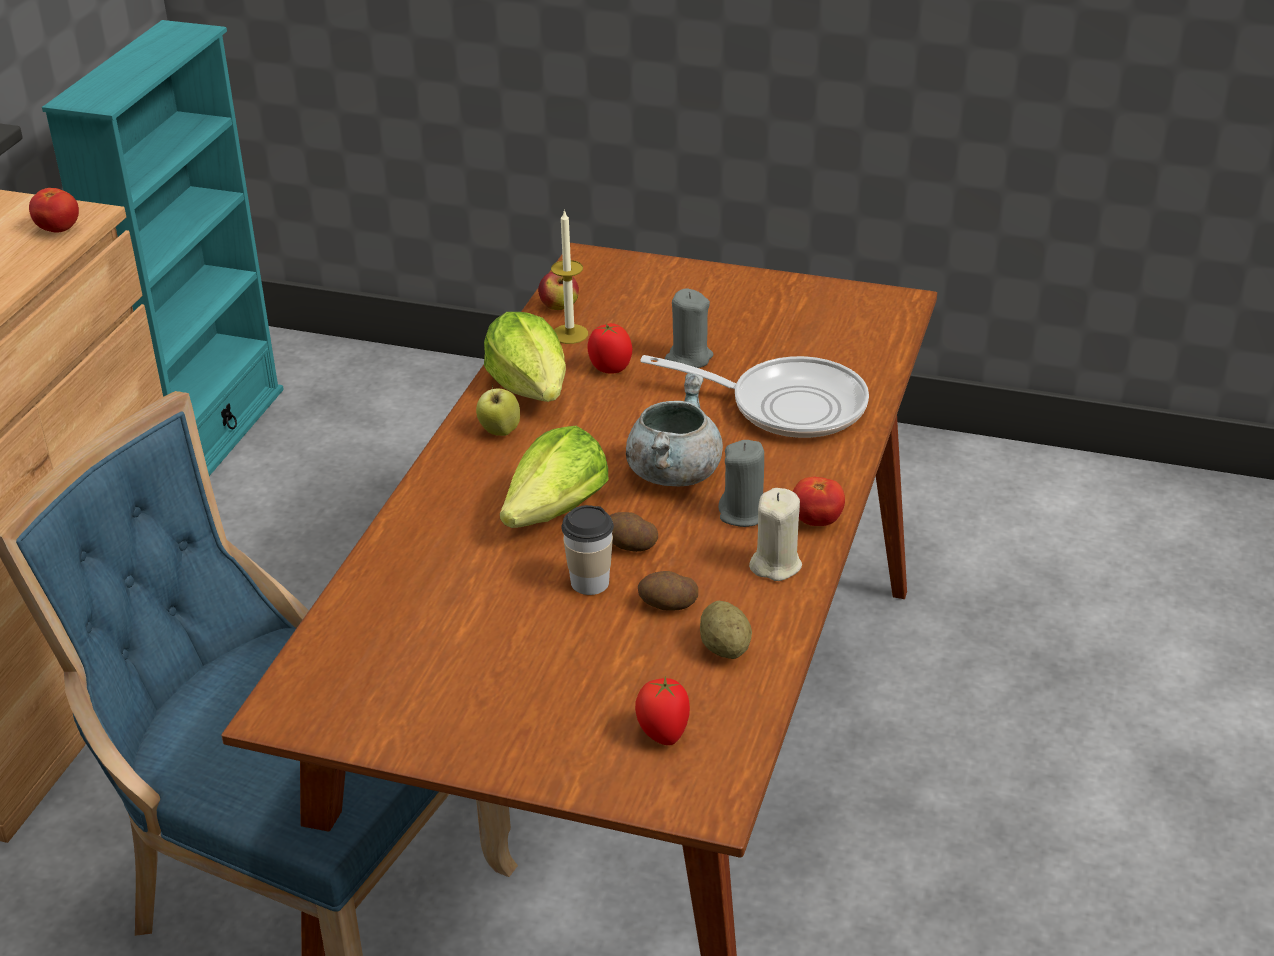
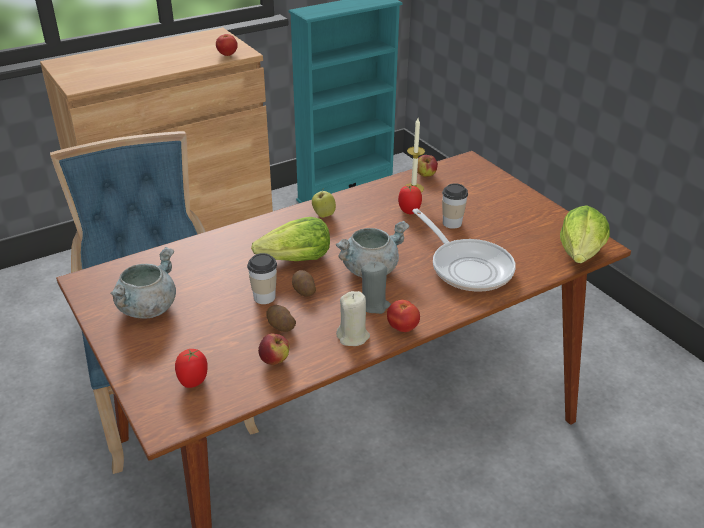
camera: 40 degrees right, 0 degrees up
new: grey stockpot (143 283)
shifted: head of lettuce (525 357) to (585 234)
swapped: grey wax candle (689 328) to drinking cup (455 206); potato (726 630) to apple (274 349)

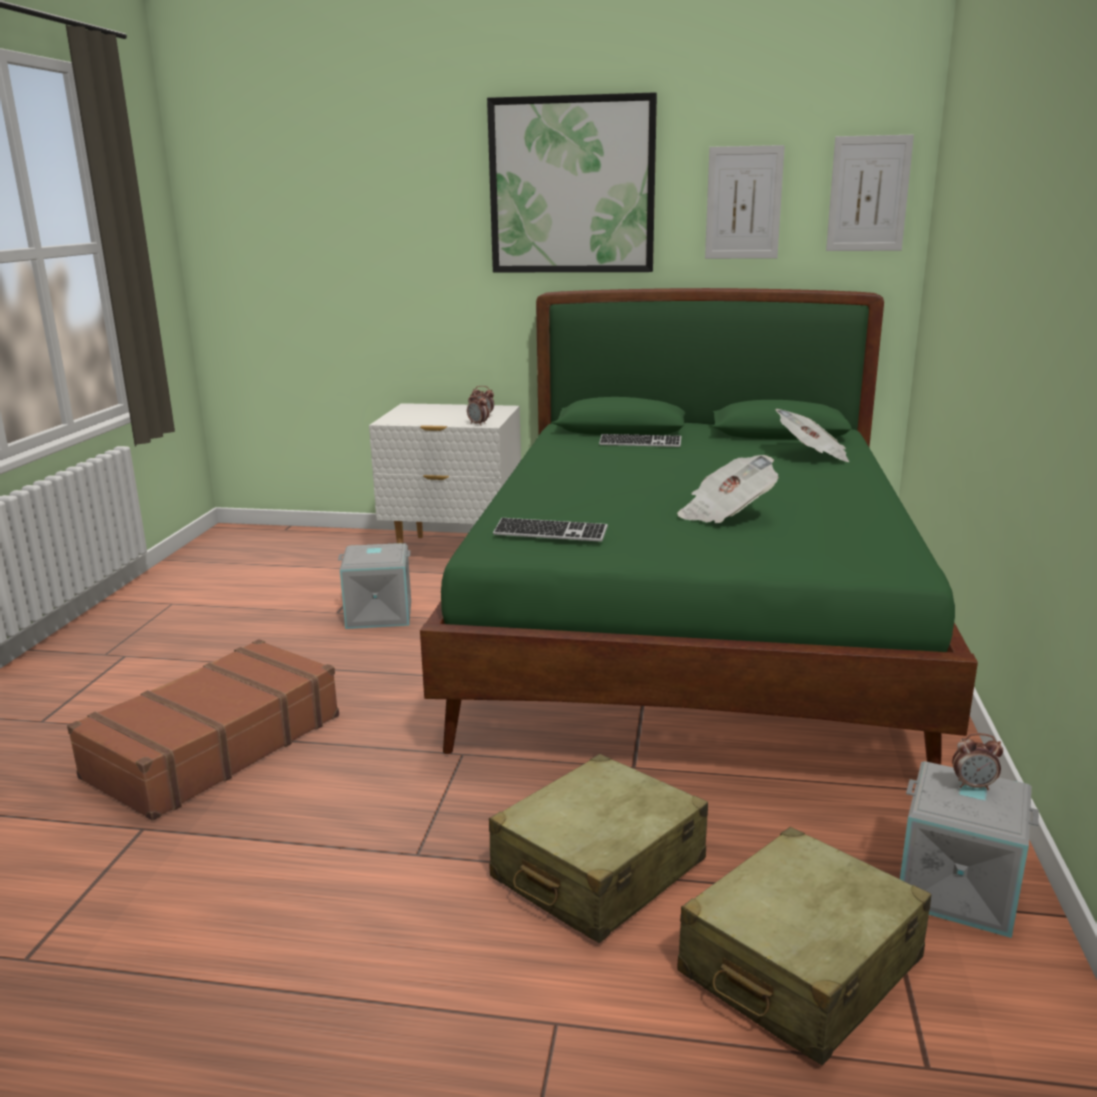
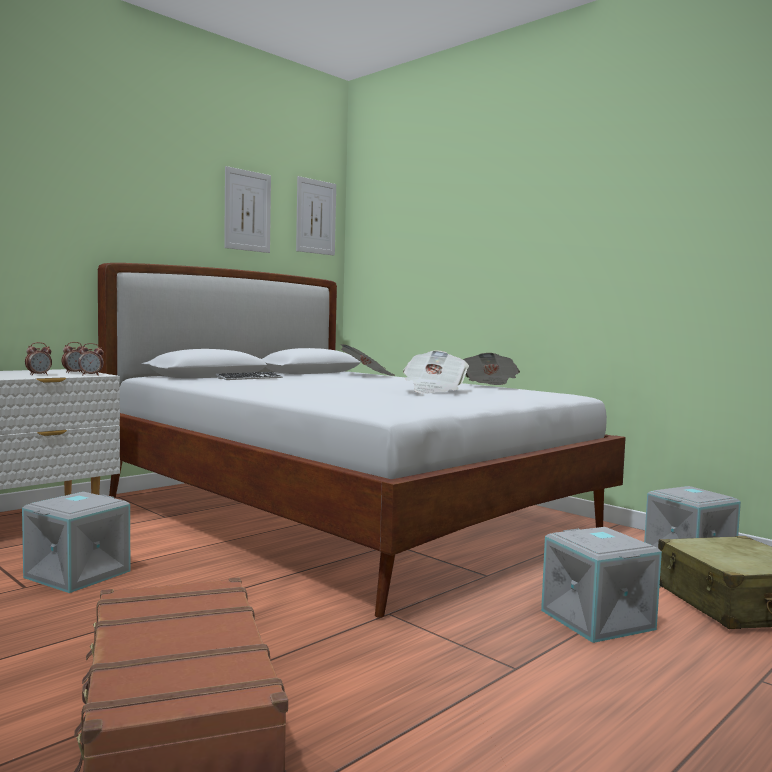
camera: 55 degrees left, 15 degrees down
gone: picture (572 182); keyboard (550 530)
new: newspaper (491 369)
shifted: alarm clock (977 761) to (38 358)
swapped: sand-coloured piece of luggage (598 848) to grey storage container (601 585)
repainted: green-coloured sleeping bed (699 526) to whitish sleeping bed (362 440)

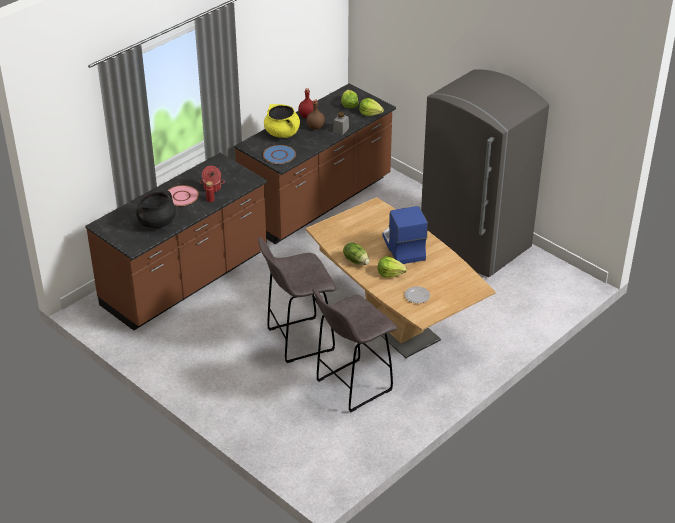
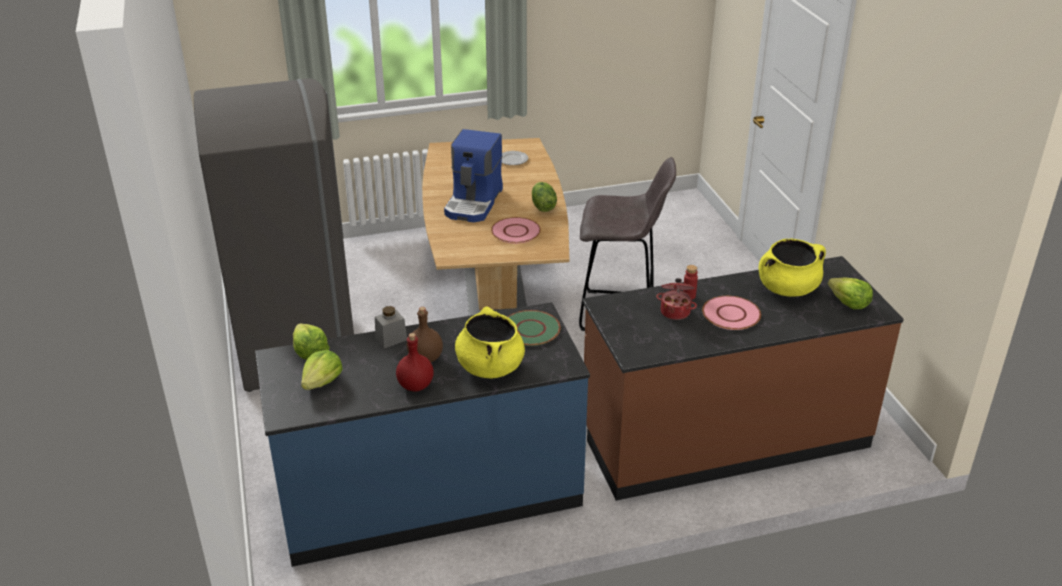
camera: 150 degrees left, 5 degrees down
gone: grey stool seat (354 350)
new: pinkish flat dish (516 230)
shifted: head of lettuce (392 267) to (850 293)
repainted: black stockpot (156 209) to yellowish stockpot (792 267); brownish counter (315 164) to blue-coloured counter (422 434); blue-coloured flat dish (279 154) to green-coloured flat dish (534 328)

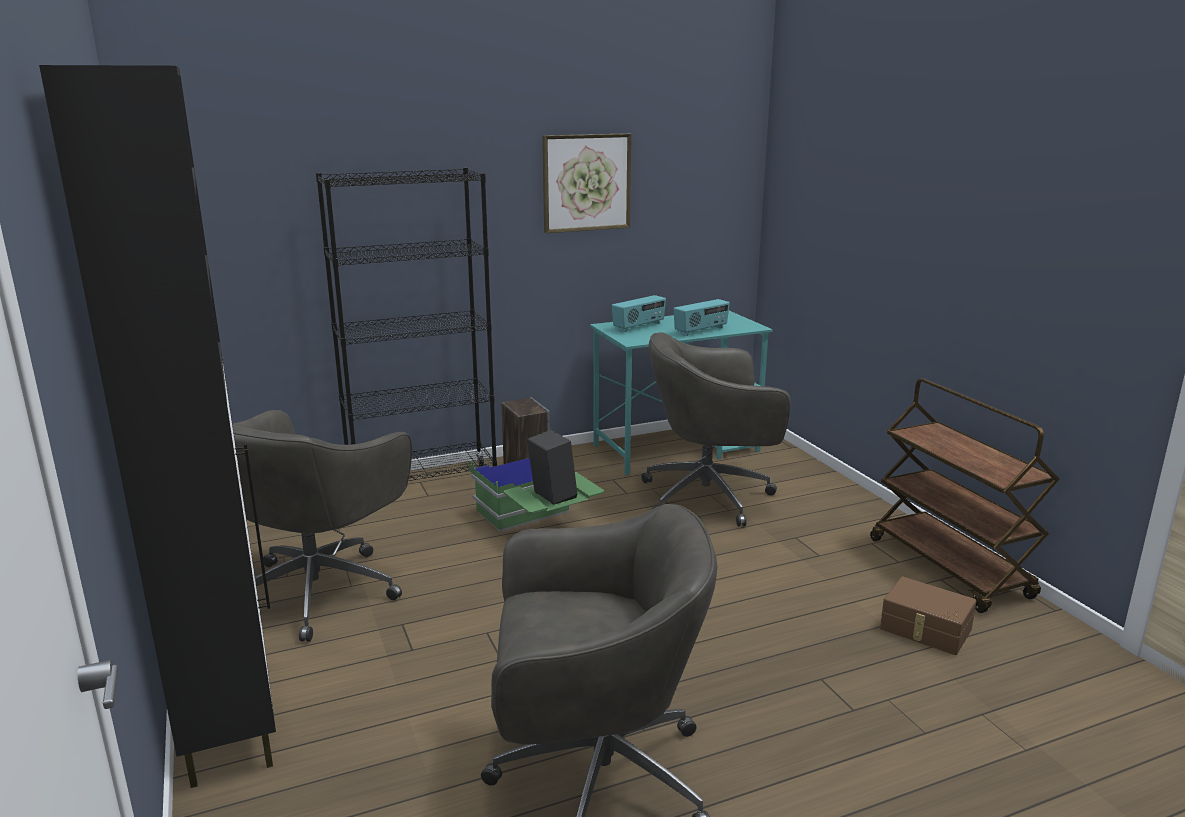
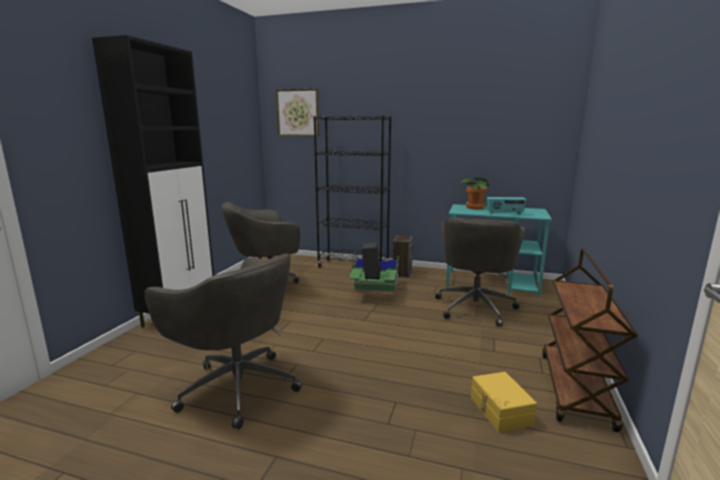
camera: 40 degrees right, 5 degrees down
shifted: picture (587 183) to (297 112)
swapped: radio set (639 313) to potted plant (475 194)
repainted: brownish storage container (928 615) to yellowish storage container (504 402)
rotated: grey computer chair (716 429) = (480 272) 105 degrees counterclockwise

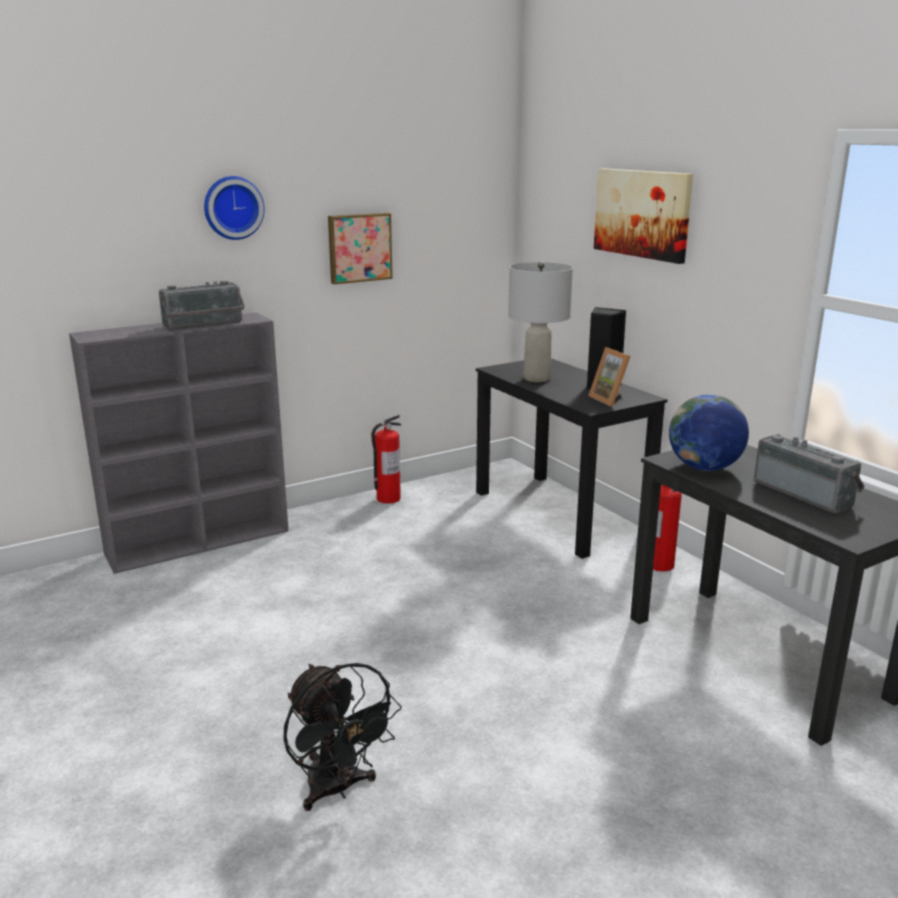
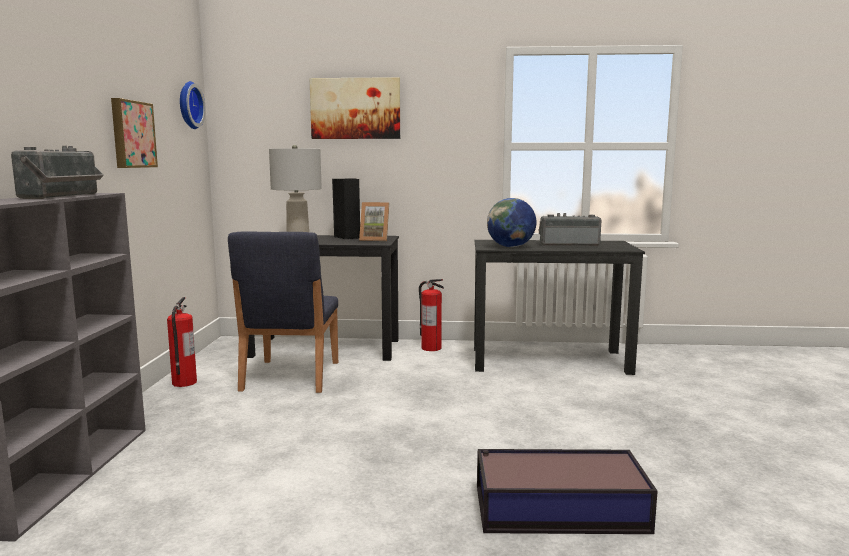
camera: 55 degrees left, 10 degrees down
new: blue-coloured chair (283 312)
shifted: wall clock (234 208) to (193 105)
swapped: black fan (343 737) to storage container (567 491)

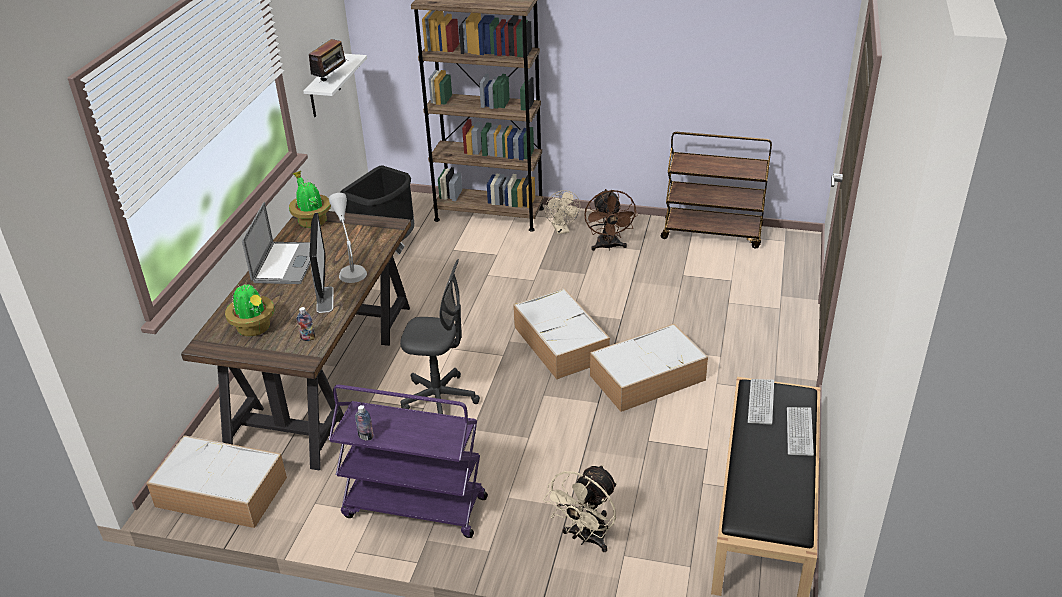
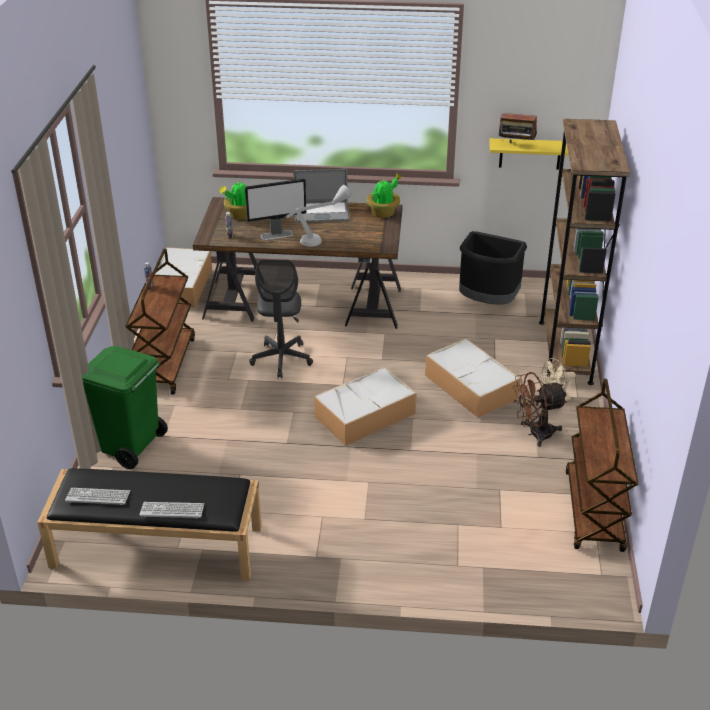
camera: 80 degrees right, 0 degrees up
shifted: storage container (649 368) to (473 378); keyboard (761 402) to (97 496)
swapped: sand-coloured fan (580 508) to green-coloured waste bin (125 407)
repainted: whitish wall shelf (335 85) to yellowish wall shelf (529 154); purplish cart (408 461) to brownish cart (160 322)

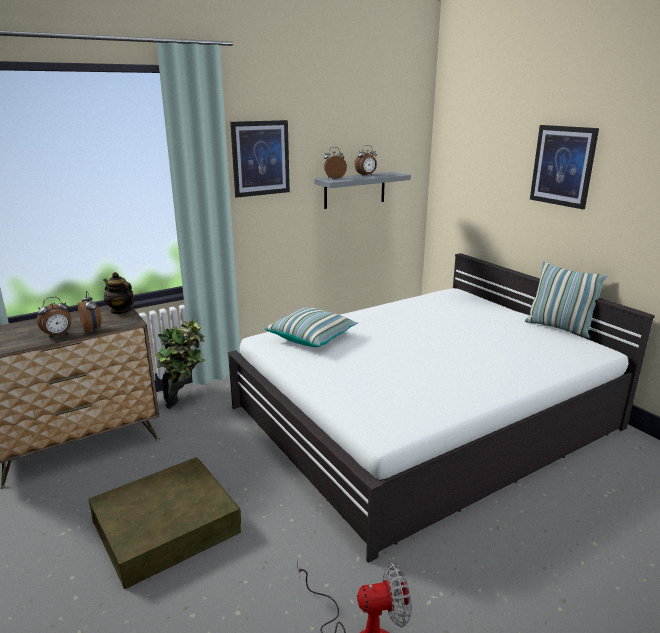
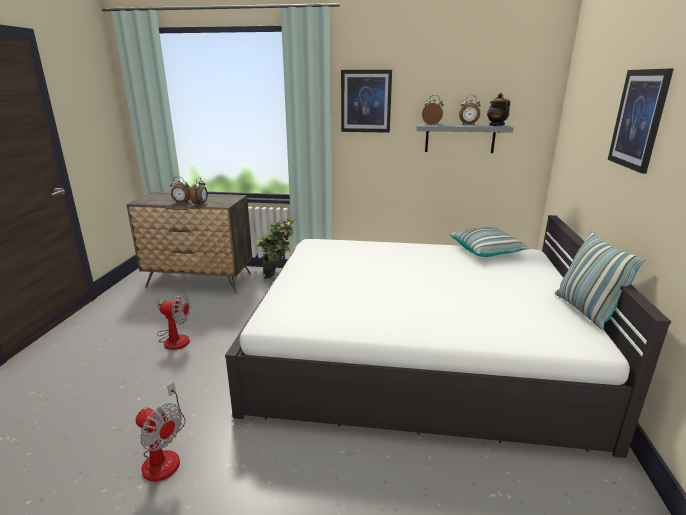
camera: 40 degrees right, 0 degrees up
shifted: teapot (118 293) to (498 109); pillow (311 327) to (490 242)
swapped: brownish storage container (164 523) to fan (173 321)

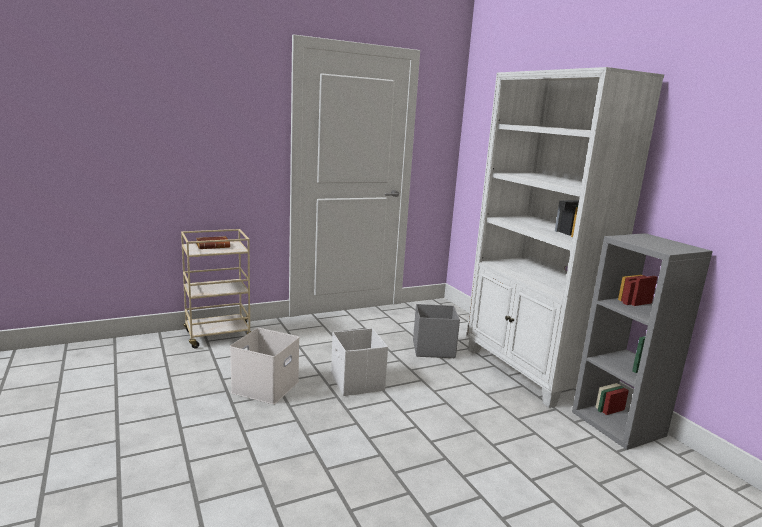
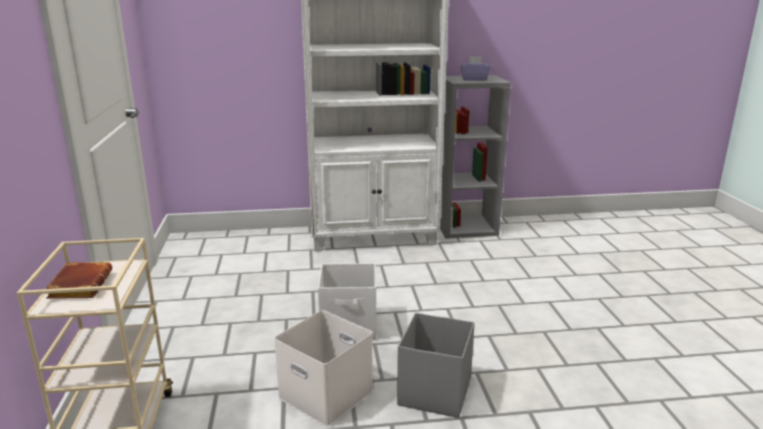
camera: 70 degrees left, 5 degrees up
new: purplish tissue box (475 68)
shifted: grey storage container (436 331) to (435 365)

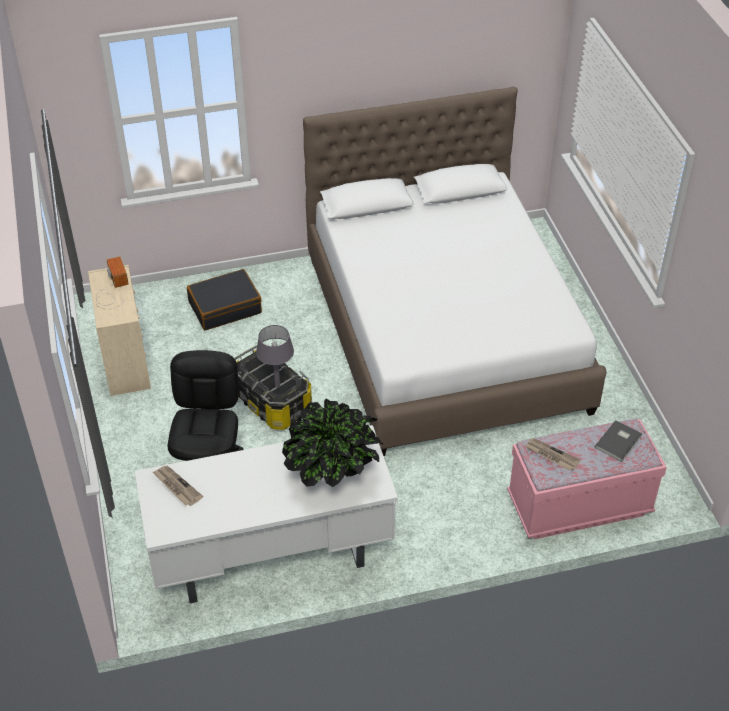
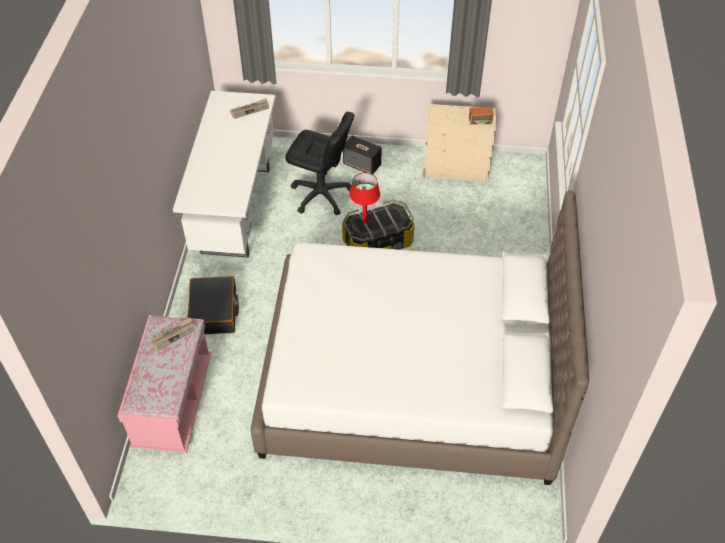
camera: 110 degrees right, 5 degrees up
gone: potted plant (333 443); grey bound book (618 441)
new: speaker (362 154)
shifted: black piece of luggage (224 299) to (213 305)
repainted: grey table lamp (275 356) to reddish table lamp (364 198)

